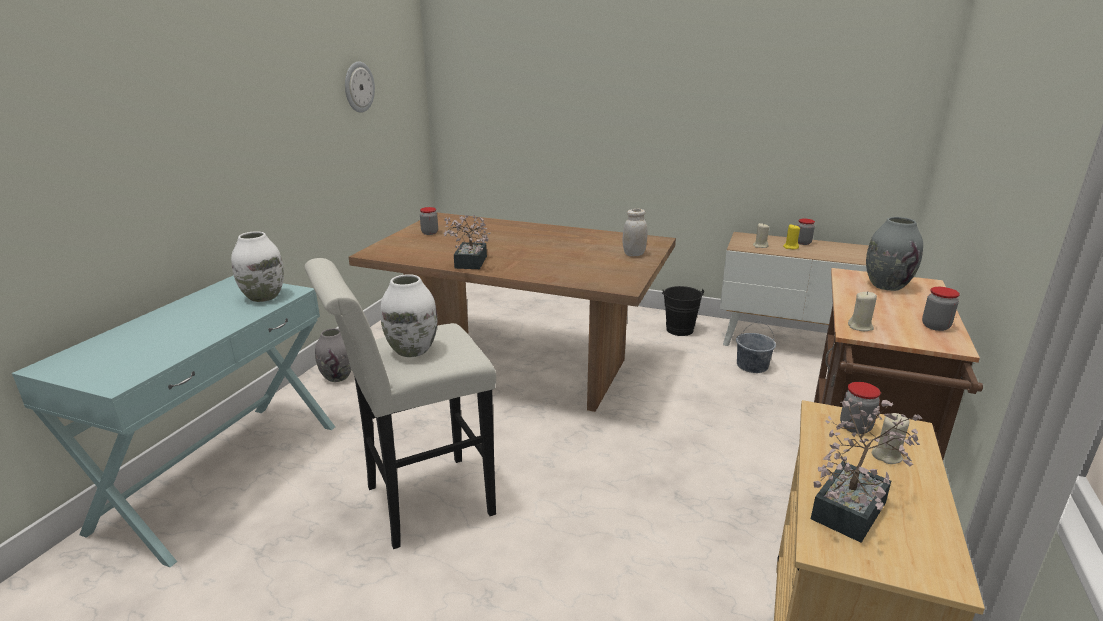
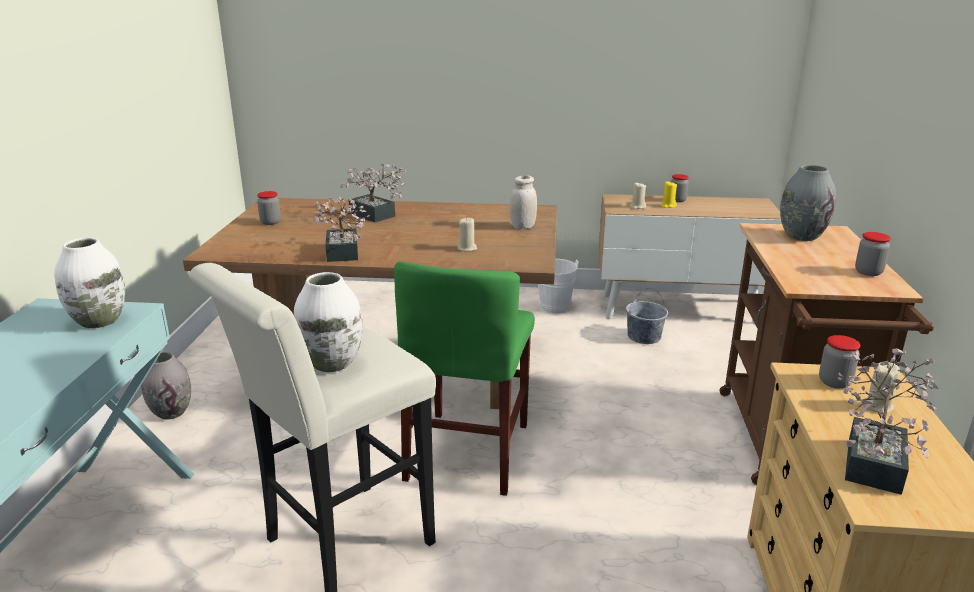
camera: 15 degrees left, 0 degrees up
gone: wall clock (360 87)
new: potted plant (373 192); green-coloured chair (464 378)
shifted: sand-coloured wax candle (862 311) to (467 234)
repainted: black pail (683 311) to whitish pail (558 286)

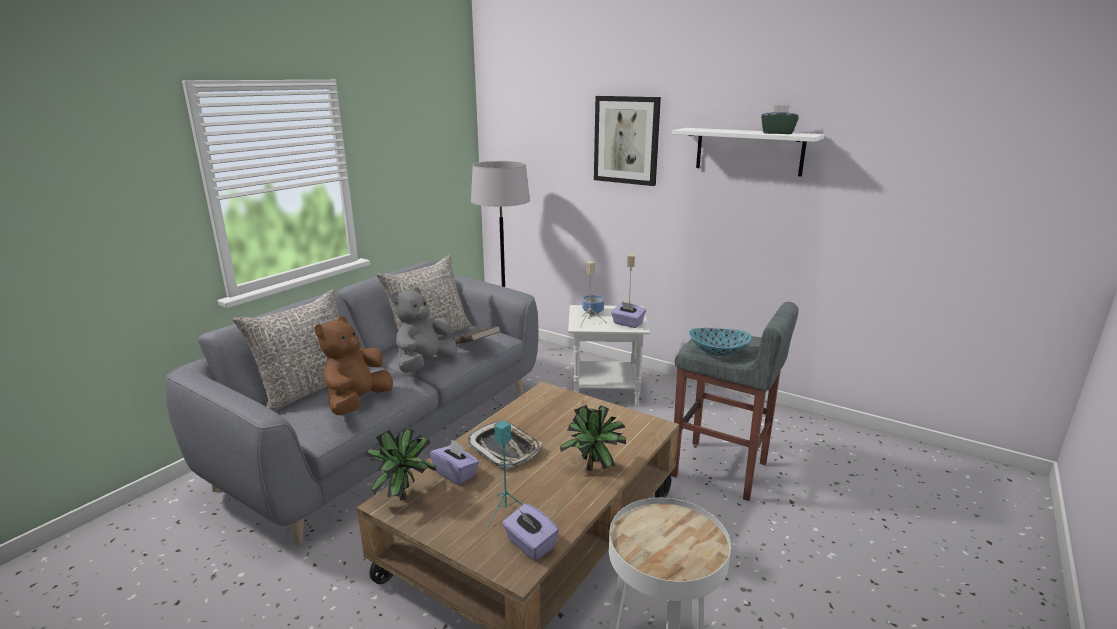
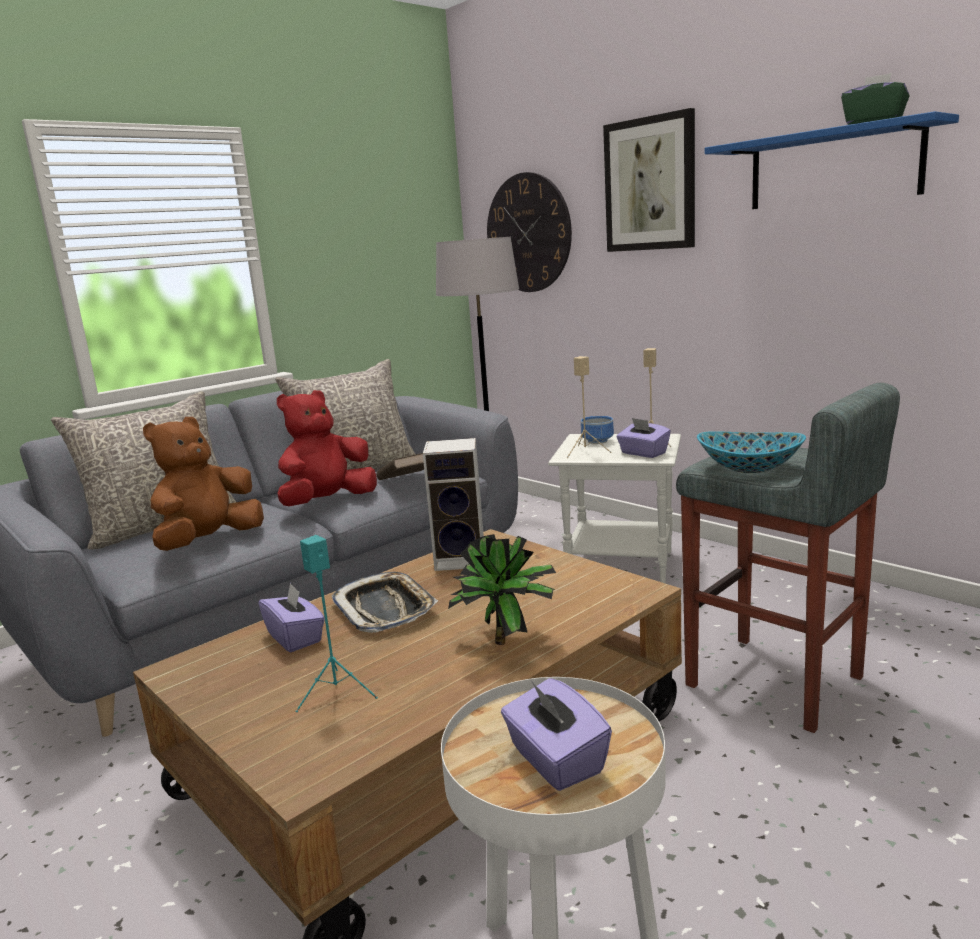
camera: 15 degrees right, 5 degrees down
gone: potted plant (401 464)
new: speaker (453 504); wall clock (529 232)
shifted: purplish tissue box (530 532) to (556 734)
repainted: grey cuddly toy (424 330) to reddish cuddly toy (327 448); whitish wall shelf (748 152) to blue-coloured wall shelf (832 160)

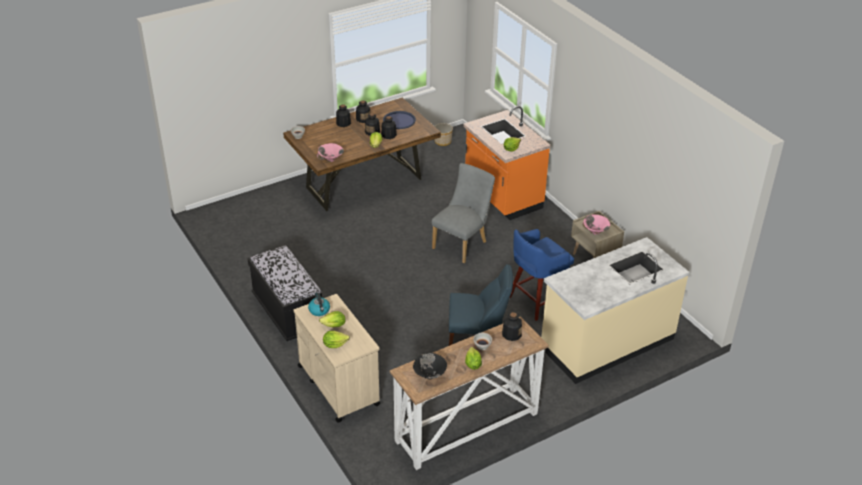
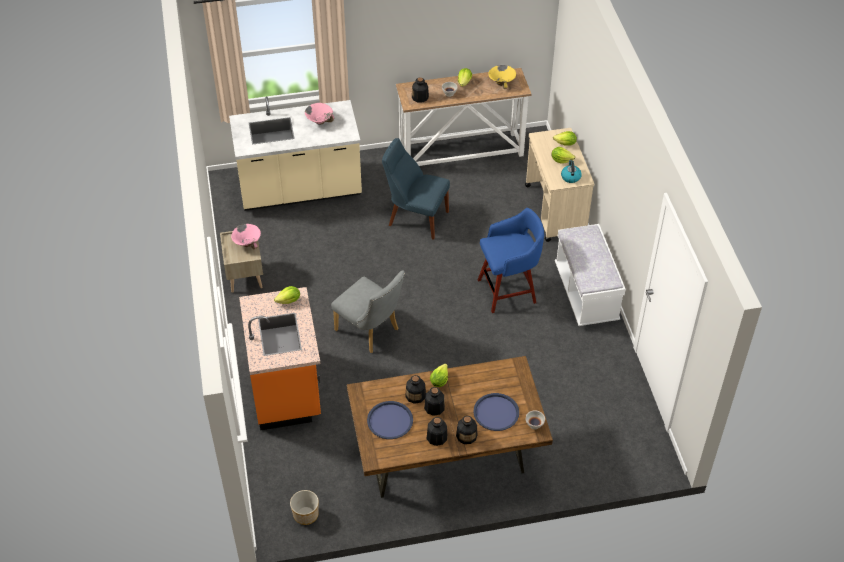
camera: 160 degrees left, 10 degrees up
new: blue-coloured carrying tray (496 412)
shifted: pinkish bowl (330 152) to (319 114); blue-coloured stool seat (542 275) to (511 260)
repainted: black indoor bench (284 293) to whitish indoor bench (590 275); black bowl (430 366) to yellowish bowl (502 77)
rotated: grey chair (463 213) = (368 311) 105 degrees counterclockwise

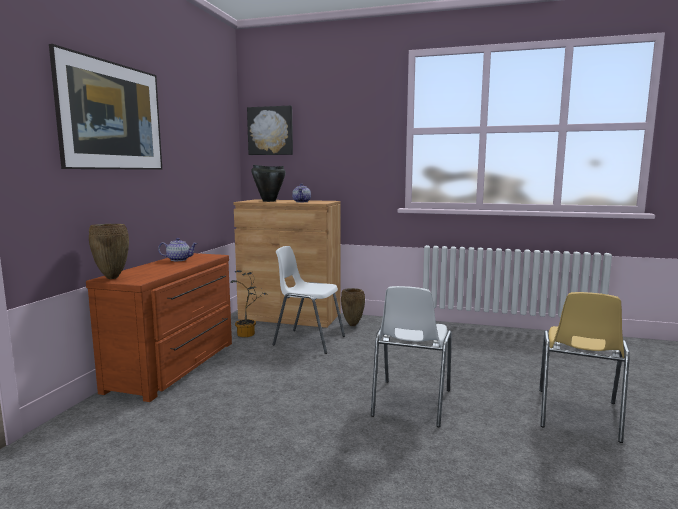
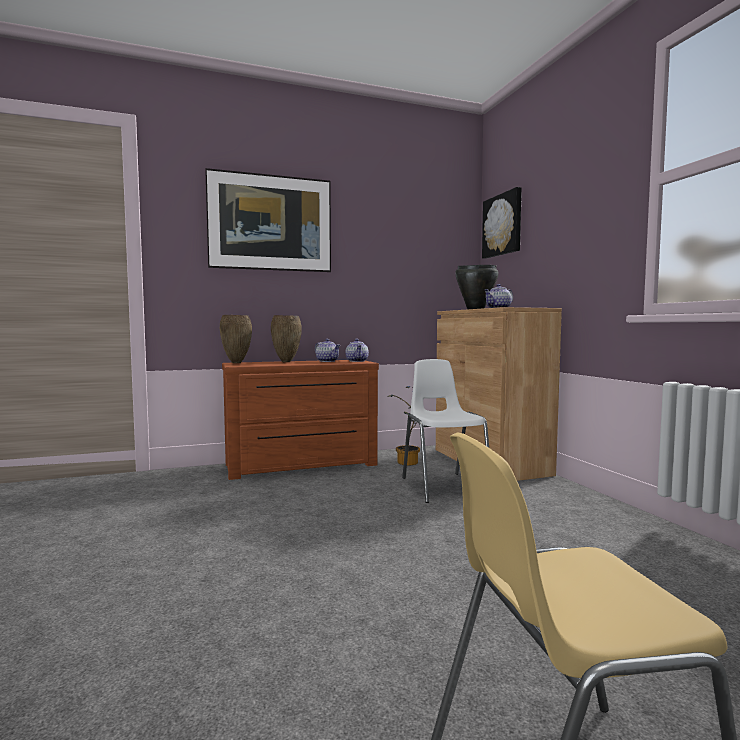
camera: 55 degrees right, 5 degrees down
gone: whitish chair (411 356)
new: teapot (357 350)
shifted: brownish flower vase (353 307) to (286 338)

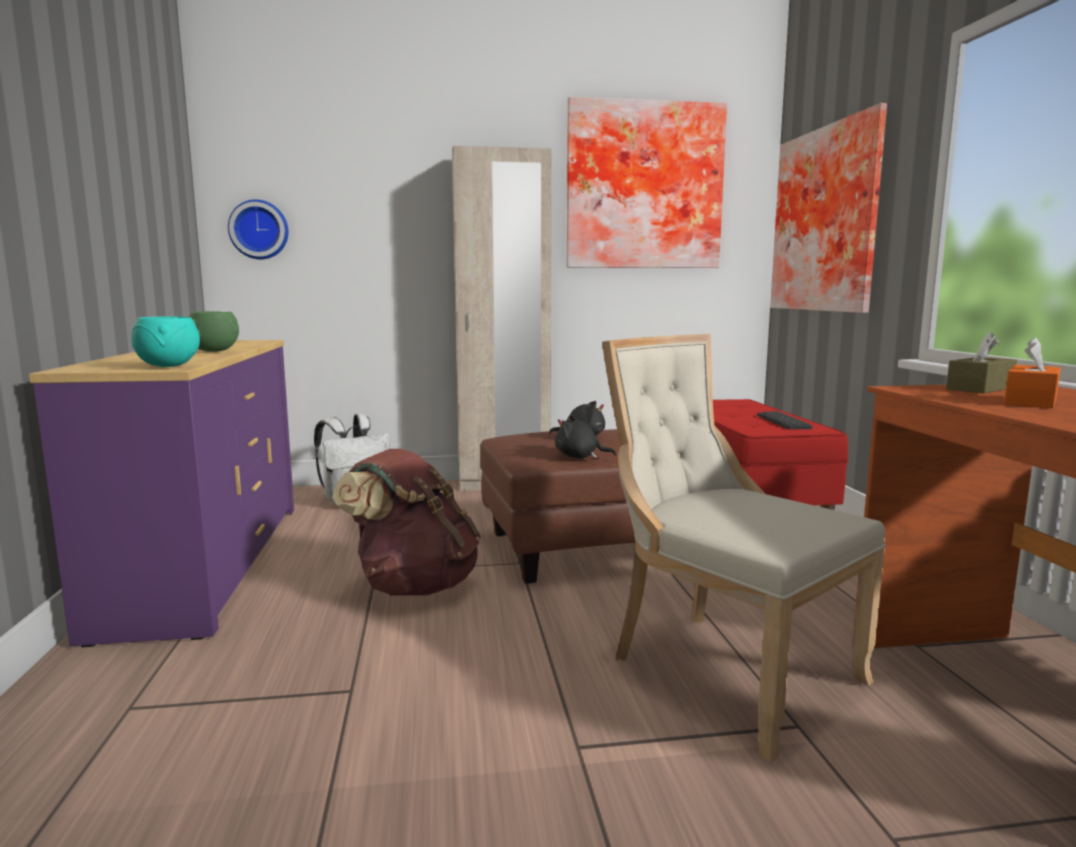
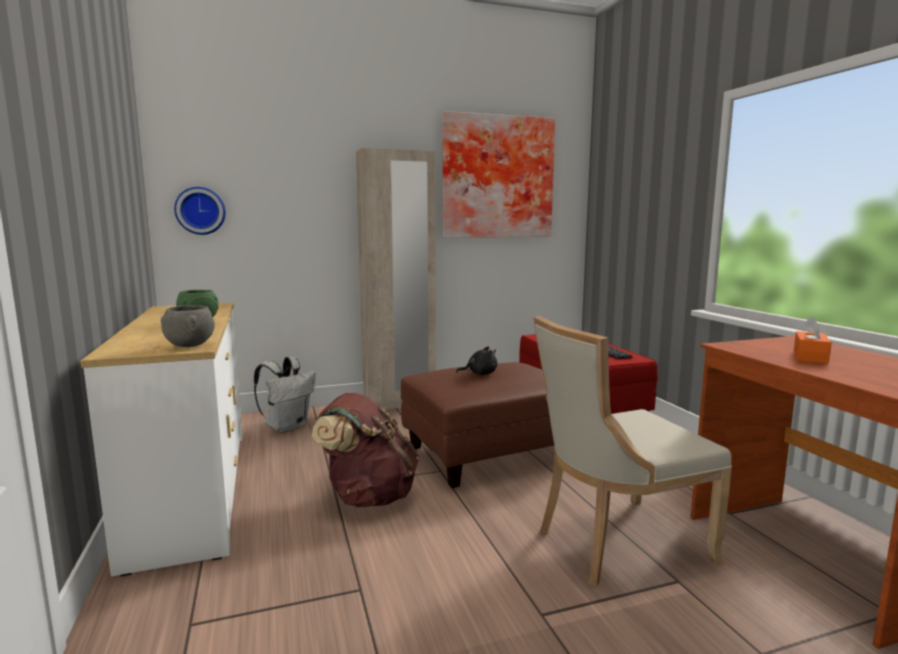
camera: 10 degrees left, 0 degrees up
gone: black cuddly toy (585 436); picture (828 208); brownish tissue box (981 363)
repainted: purplish dresser (161 493) to whitish dresser (162 439); blue-green bowl (165 341) to grey bowl (188 326)
rotated: sand-coloured chair (744 548) = (632 451) 60 degrees counterclockwise

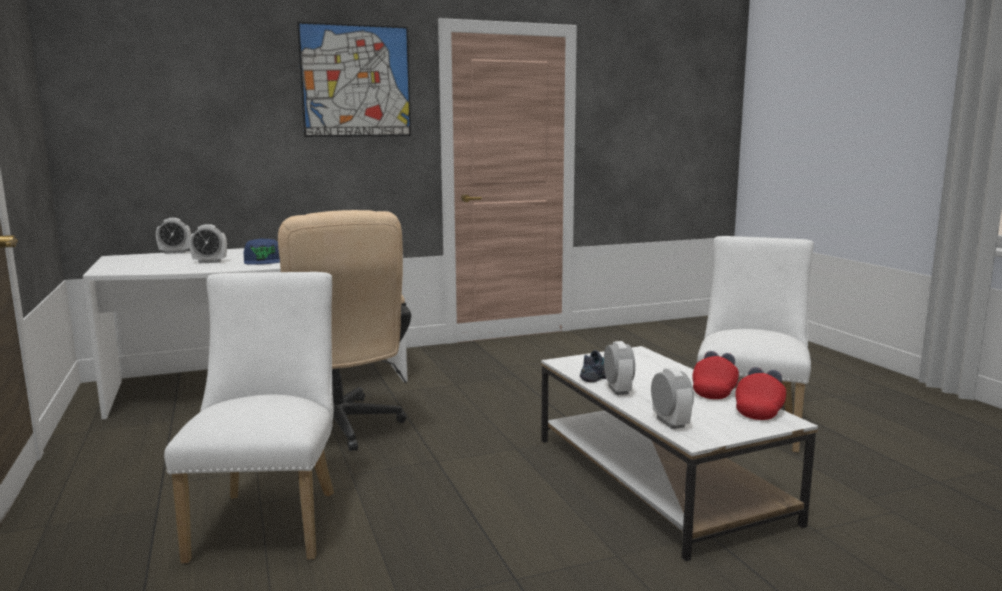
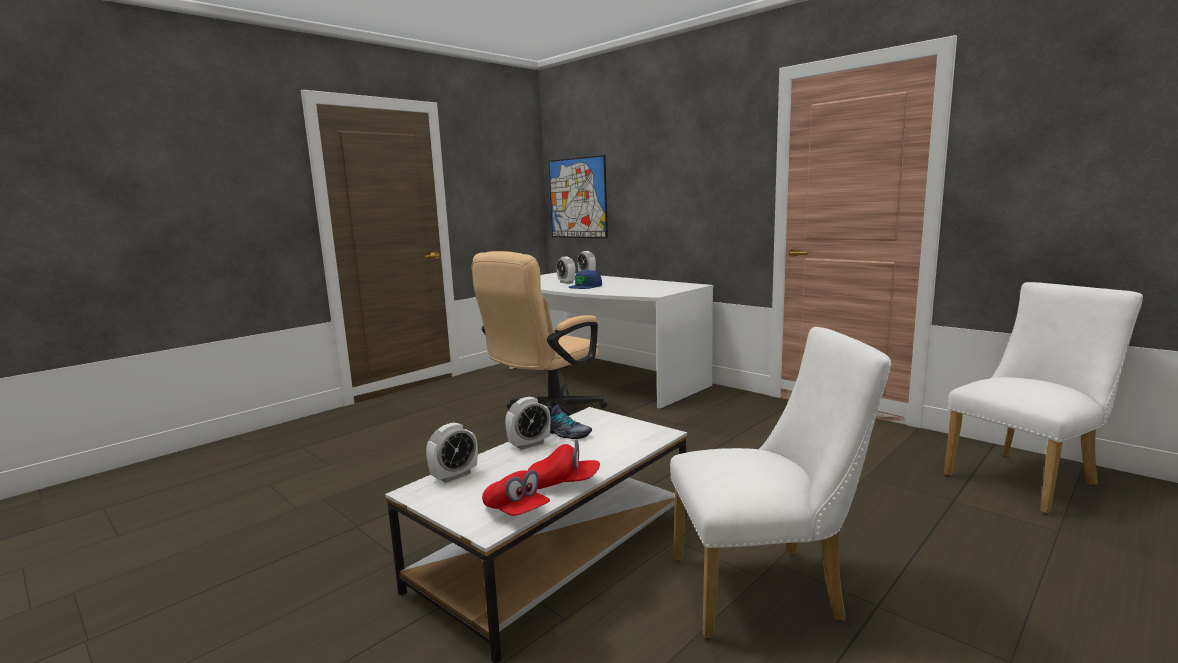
camera: 65 degrees right, 0 degrees up
shifted: whitish chair (249 418) to (1043 398); picture (354 79) to (578 197)
rotated: reddish peaked cap (760 393) = (516 493) 45 degrees clockwise

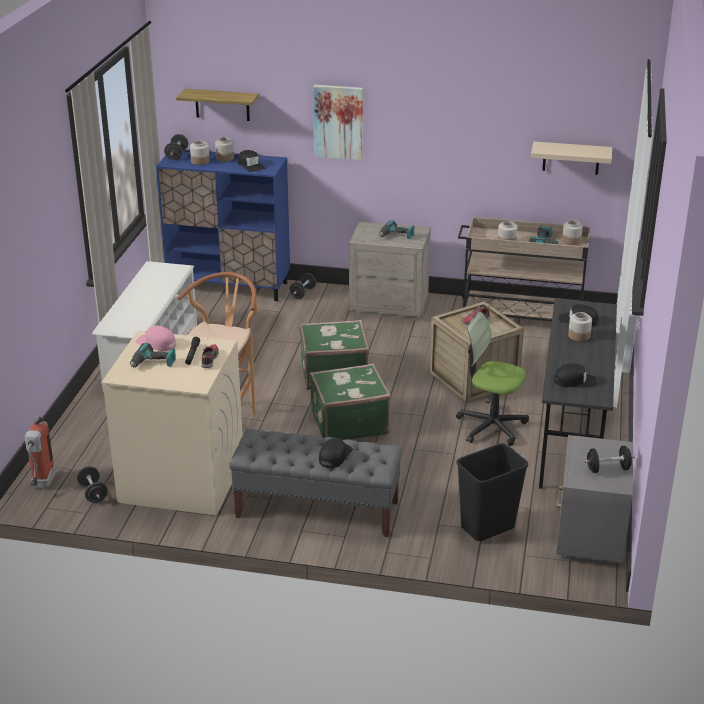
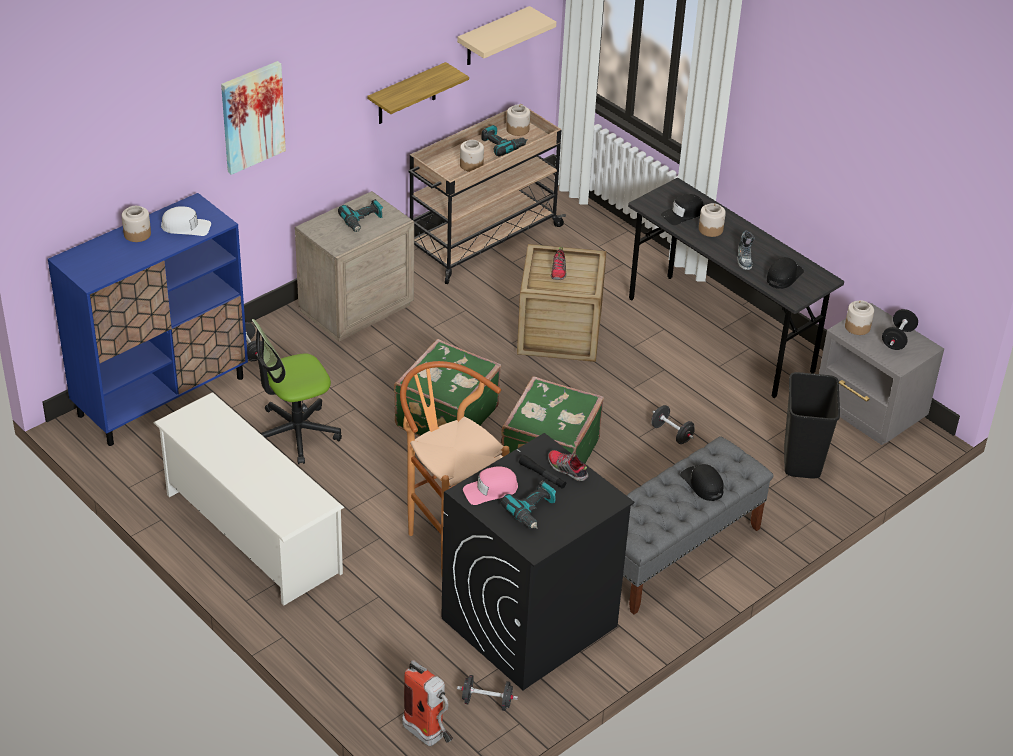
camera: 55 degrees left, 10 degrees up
new: item of footwear (746 250)
shifted: black hand weight (176 147) to (673 424); wall shelf (217 105) to (418 93); storage jar (200 153) to (859 317); computer chair (492 379) to (297 391)
repainted: sand-coloured laundry machine (172 422) to black laundry machine (537 561); black peaked cap (251 161) to whitish peaked cap (186 221)

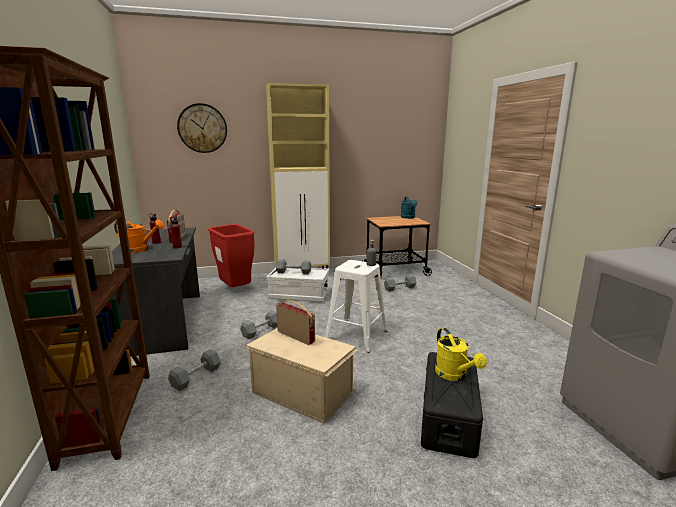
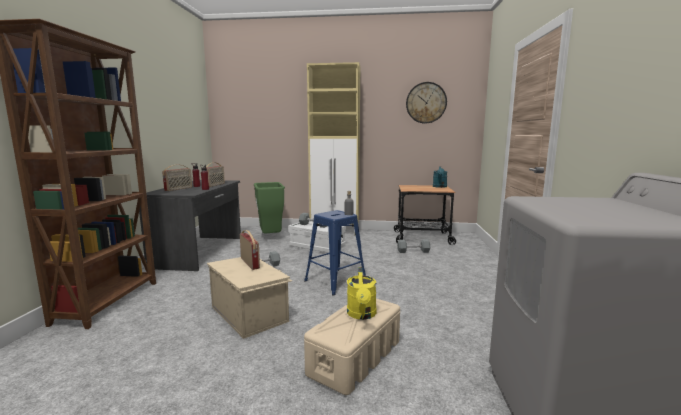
camera: 20 degrees right, 5 degrees down
gone: grey hand weight (194 370)
shifted: wall clock (202 128) to (426 103)
swapped: orange watering can (139 236) to radio set (177 177)
repainted: reddish waste bin (231 255) to green-coloured waste bin (269 207); whitish stool seat (356 306) to blue-coloured stool seat (335 253); black storage container (452 405) to sand-coloured storage container (352 346)

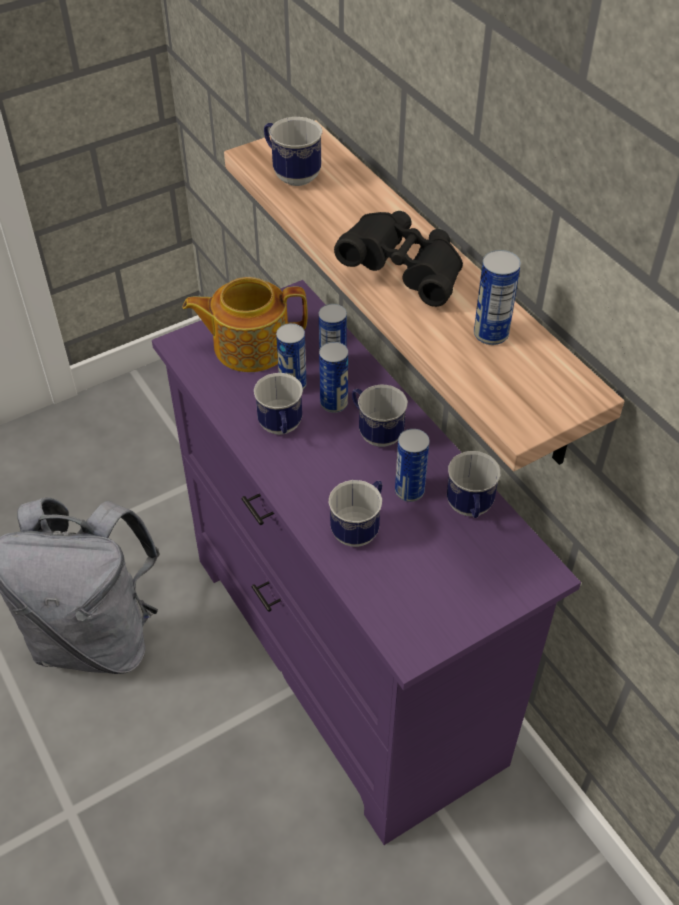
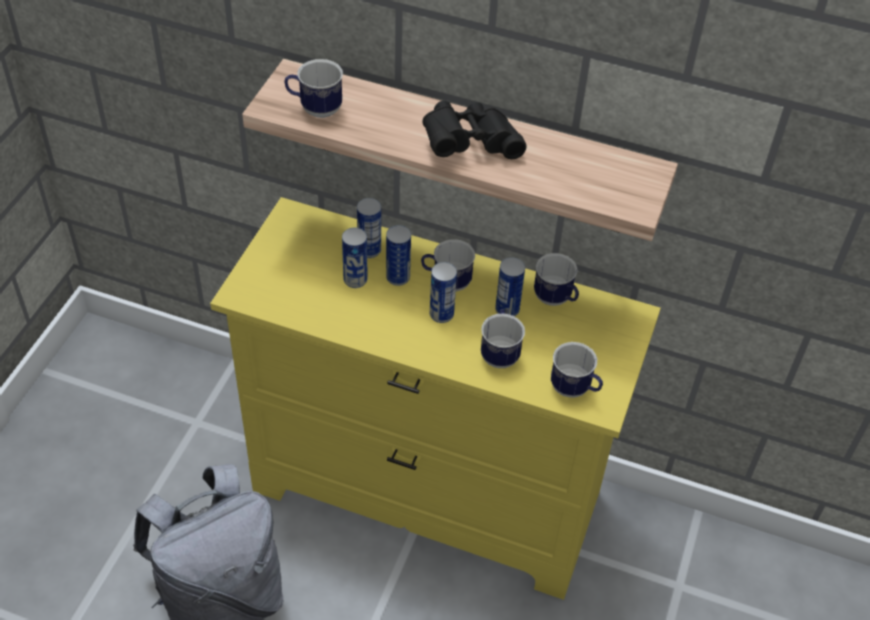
camera: 40 degrees left, 0 degrees up
gone: teapot (245 324)
shifted: mug (278 404) to (577 370); metal can (497 297) to (443 292)
repainted: purplish dresser (366 562) to yellowish dresser (435 398)

